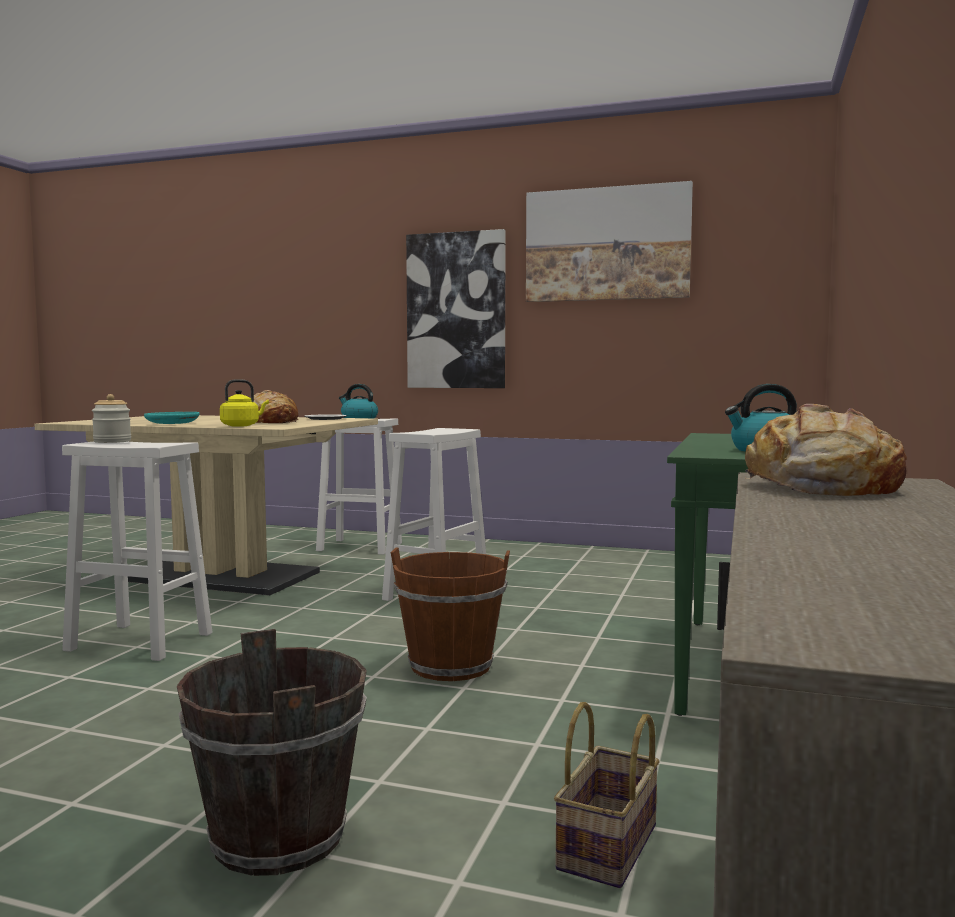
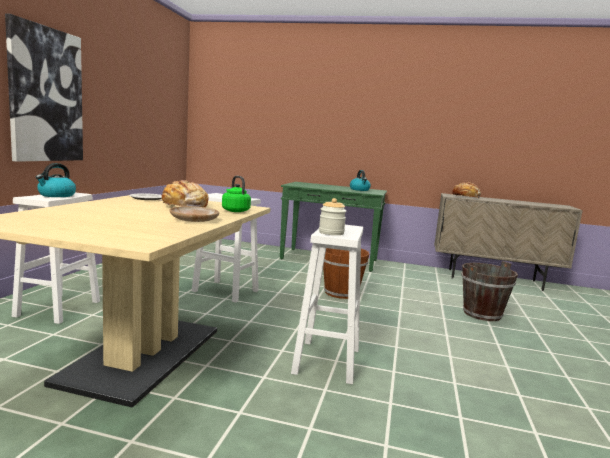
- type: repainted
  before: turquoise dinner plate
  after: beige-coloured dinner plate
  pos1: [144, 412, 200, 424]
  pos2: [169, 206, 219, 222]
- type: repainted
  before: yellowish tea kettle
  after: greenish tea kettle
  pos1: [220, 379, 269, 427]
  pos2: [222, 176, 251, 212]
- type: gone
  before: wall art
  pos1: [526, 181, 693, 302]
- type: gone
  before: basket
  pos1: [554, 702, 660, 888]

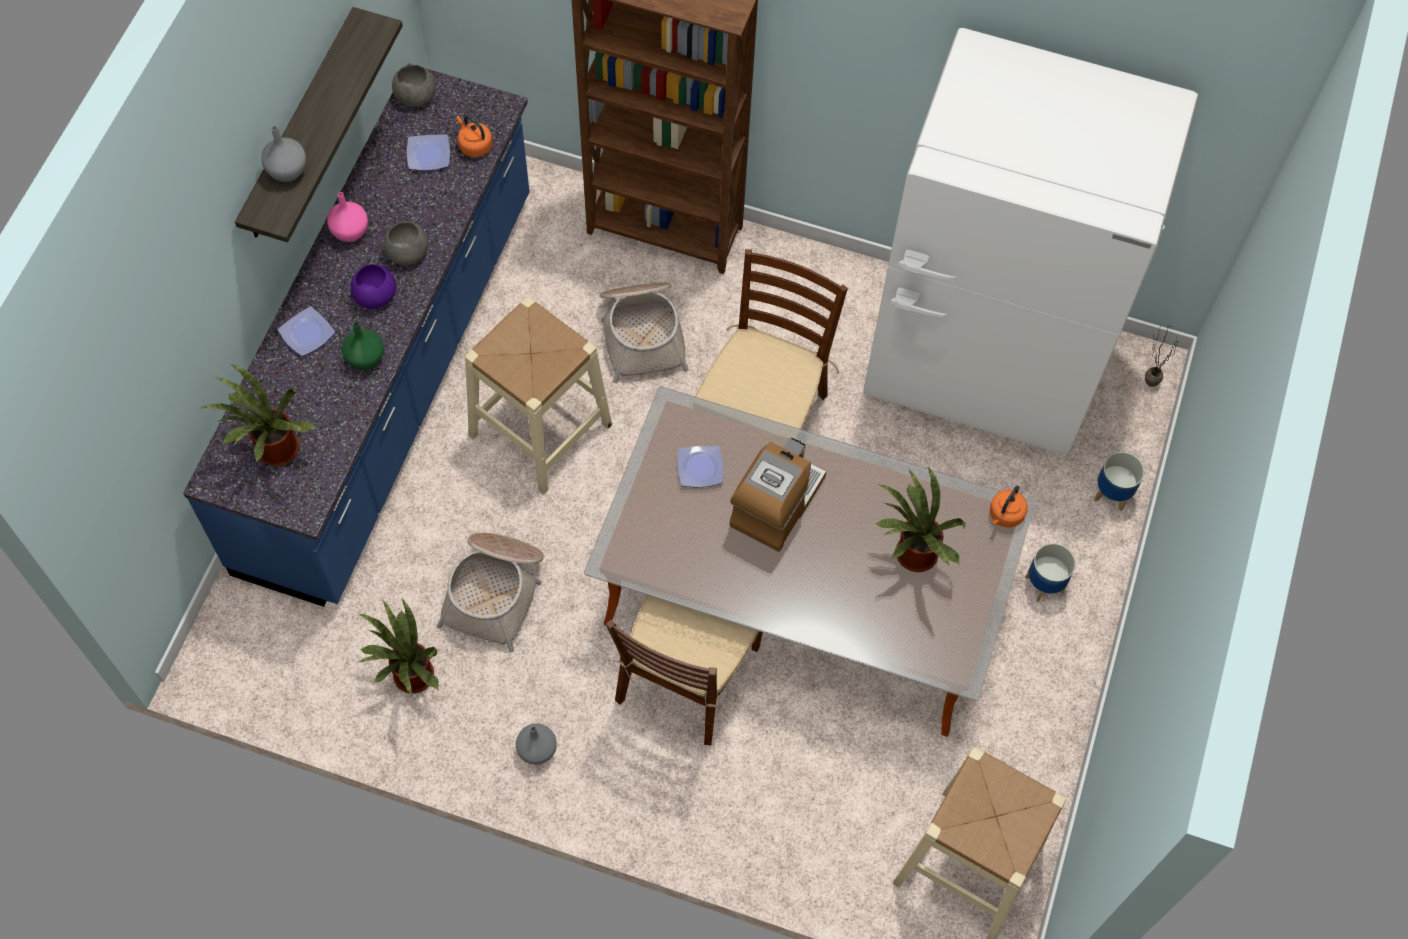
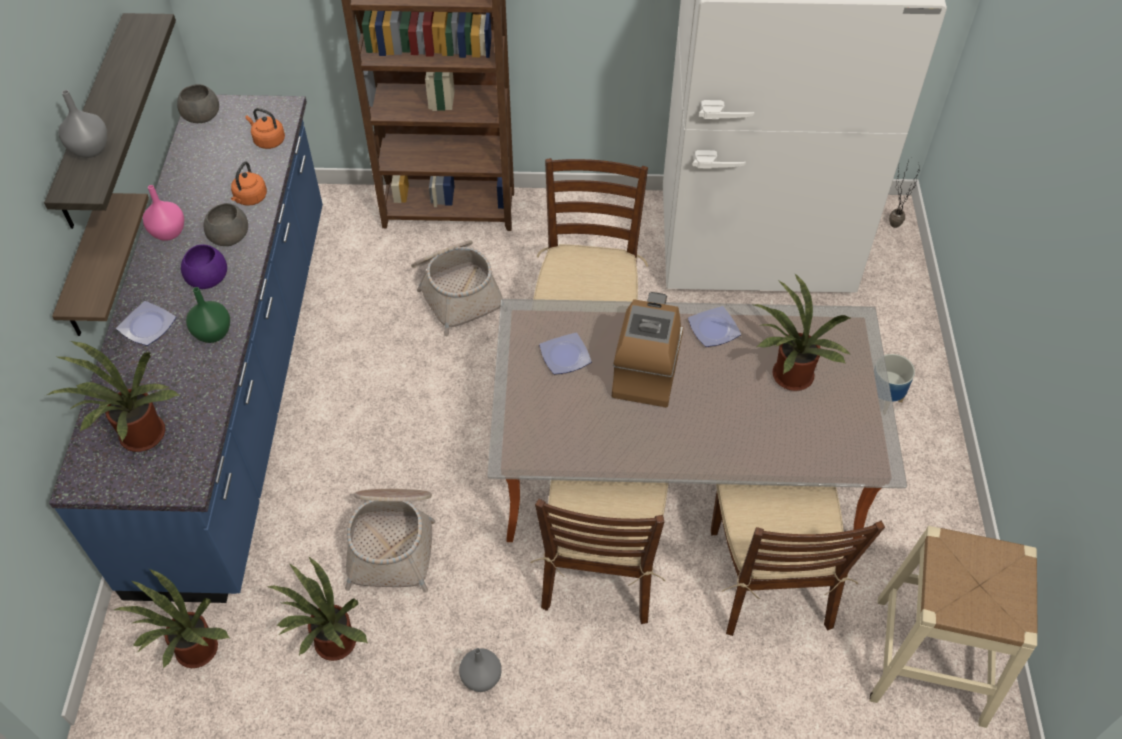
- type: new
  after: bracket shelf
  pos2: [52, 193, 149, 336]
- type: new
  after: potted plant
  pos2: [114, 569, 230, 669]
- type: shifted
  before: orangey tea kettle
  pos1: [990, 486, 1028, 528]
  pos2: [231, 161, 267, 206]
- type: shifted
  before: dinner plate
  pos1: [407, 134, 450, 171]
  pos2: [688, 306, 741, 347]
- type: new
  after: brown-coloured plain chair
  pos2: [711, 484, 885, 636]
- type: gone
  before: beige-coloured stool
  pos1: [465, 296, 612, 495]
- type: gone
  before: plant pot
  pos1: [1094, 452, 1144, 511]

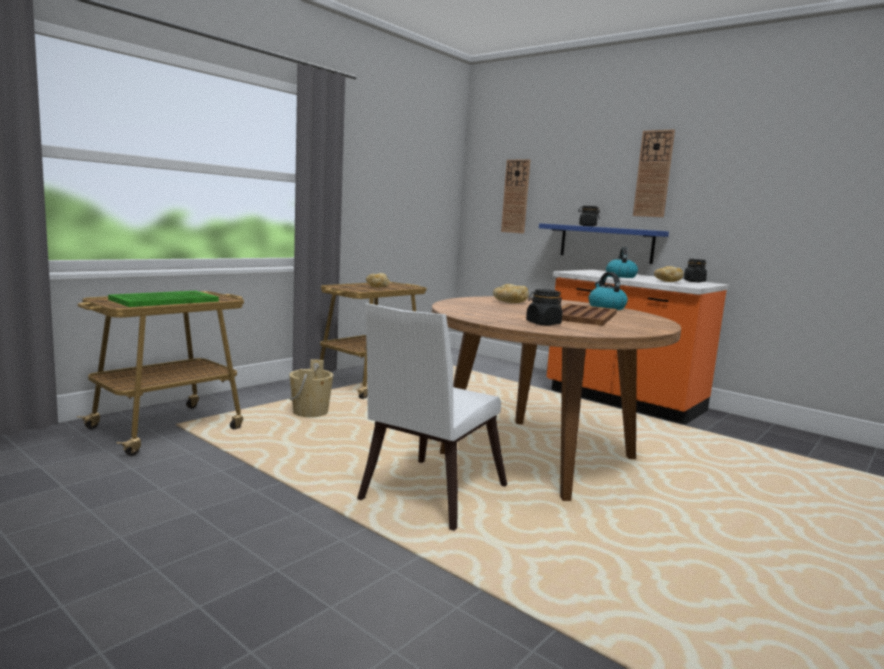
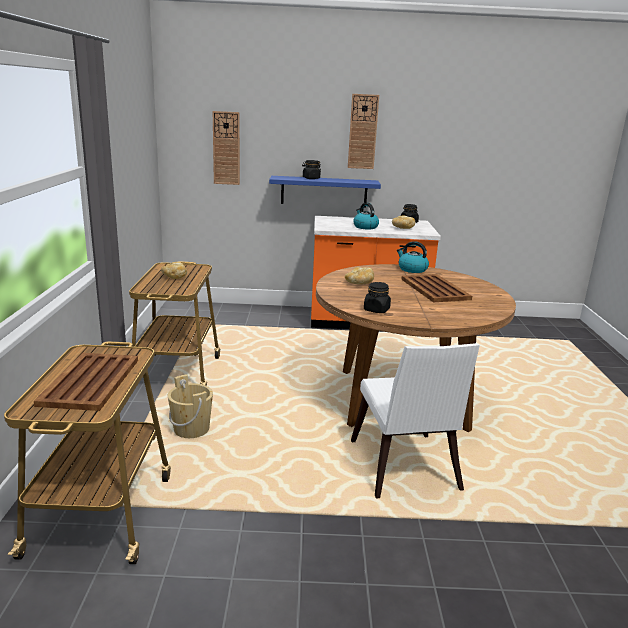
- type: repainted
  before: greenish carrying tray
  after: brown-coloured carrying tray
  pos1: [108, 291, 219, 307]
  pos2: [34, 353, 138, 411]
- type: shifted
  before: black-coloured storage jar
  pos1: [526, 289, 563, 325]
  pos2: [364, 282, 391, 313]

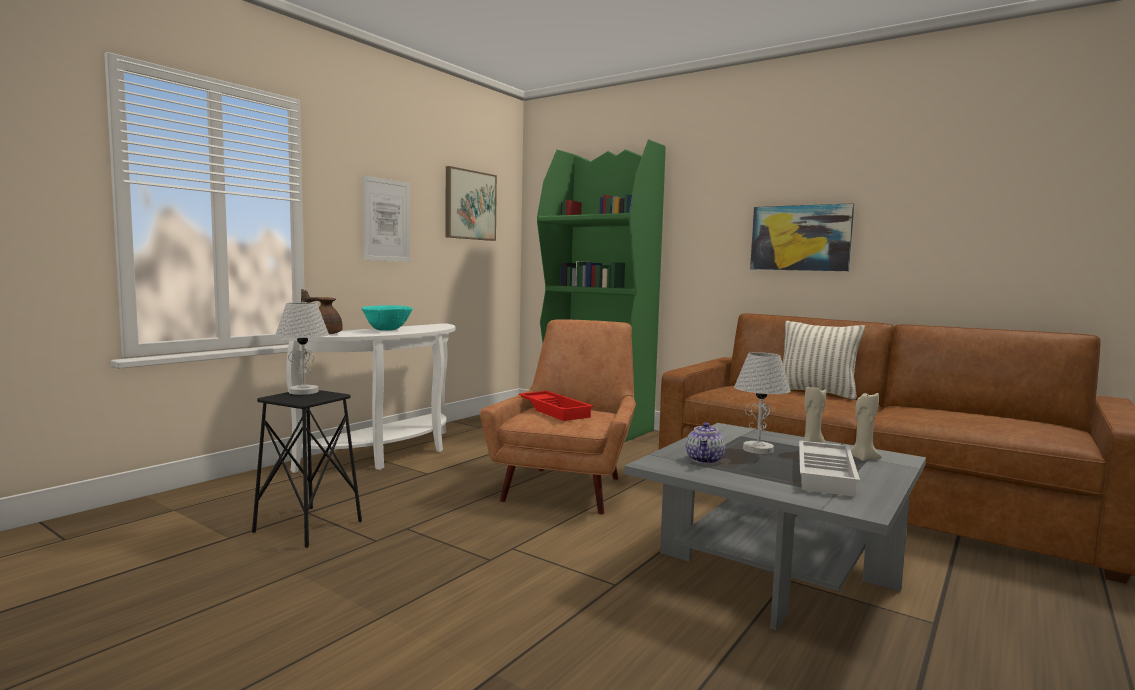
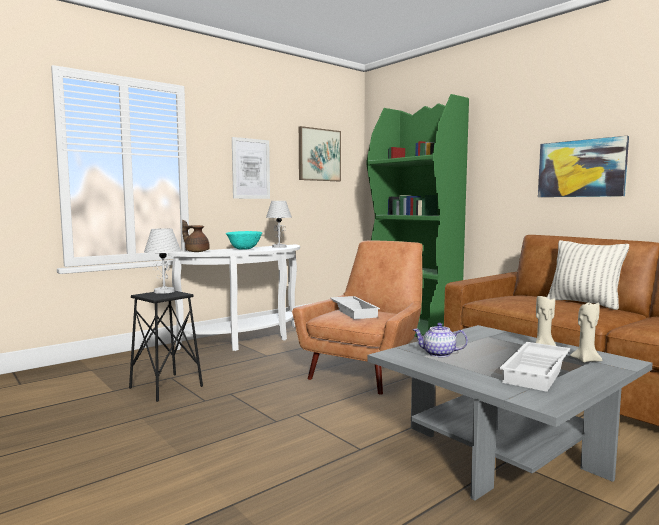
- type: shifted
  before: white-coloured tabletop lamp
  pos1: [734, 352, 790, 454]
  pos2: [266, 201, 292, 248]
- type: repainted
  before: red carrying tray
  after: white-coloured carrying tray
  pos1: [519, 391, 594, 421]
  pos2: [330, 296, 380, 319]
- type: rotated
  before: pot for tea
  pos1: [686, 422, 726, 464]
  pos2: [413, 323, 468, 357]
  turn: 75

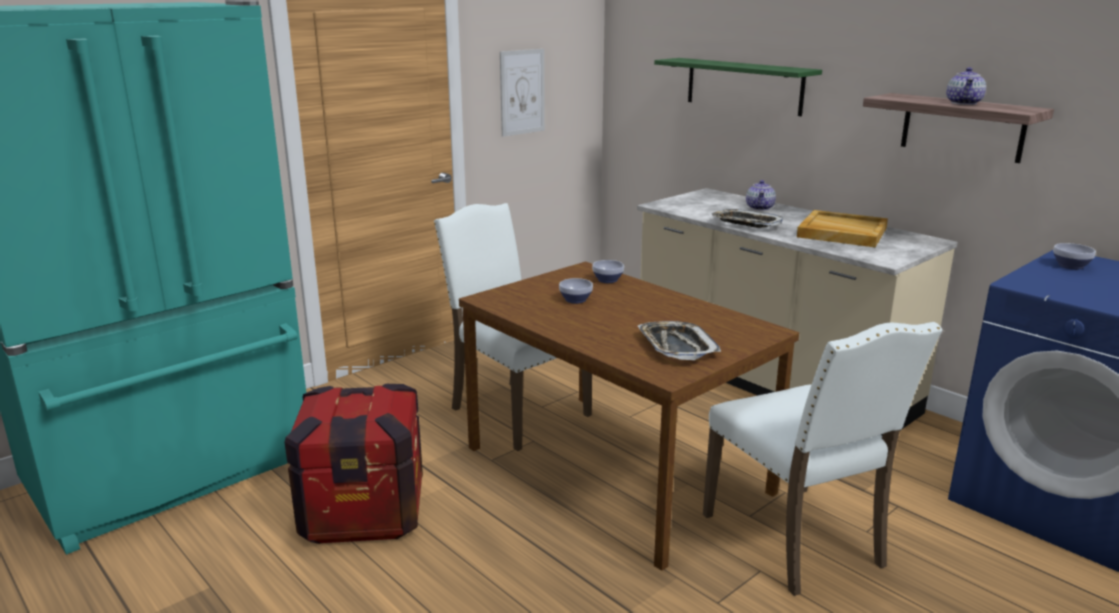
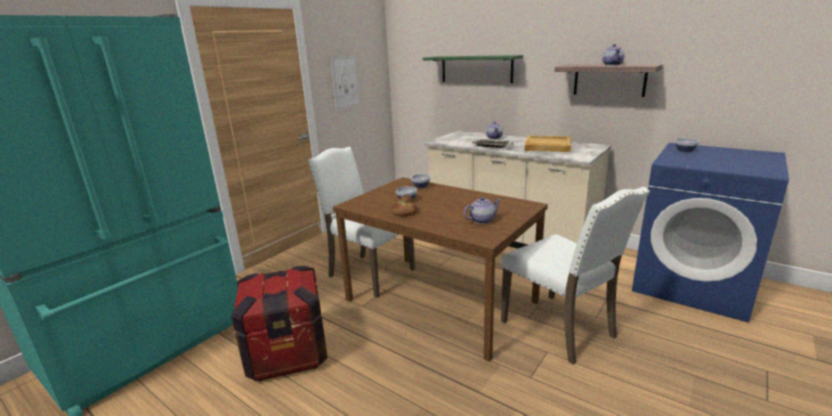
- type: new
  after: bread
  pos2: [392, 194, 418, 216]
- type: swapped
  before: carrying tray
  after: pot for tea
  pos1: [638, 321, 721, 360]
  pos2: [464, 197, 501, 224]

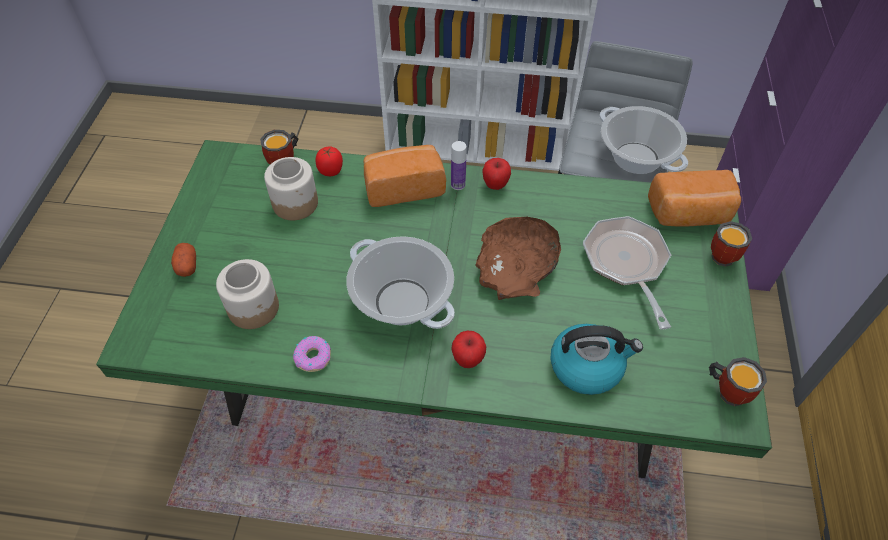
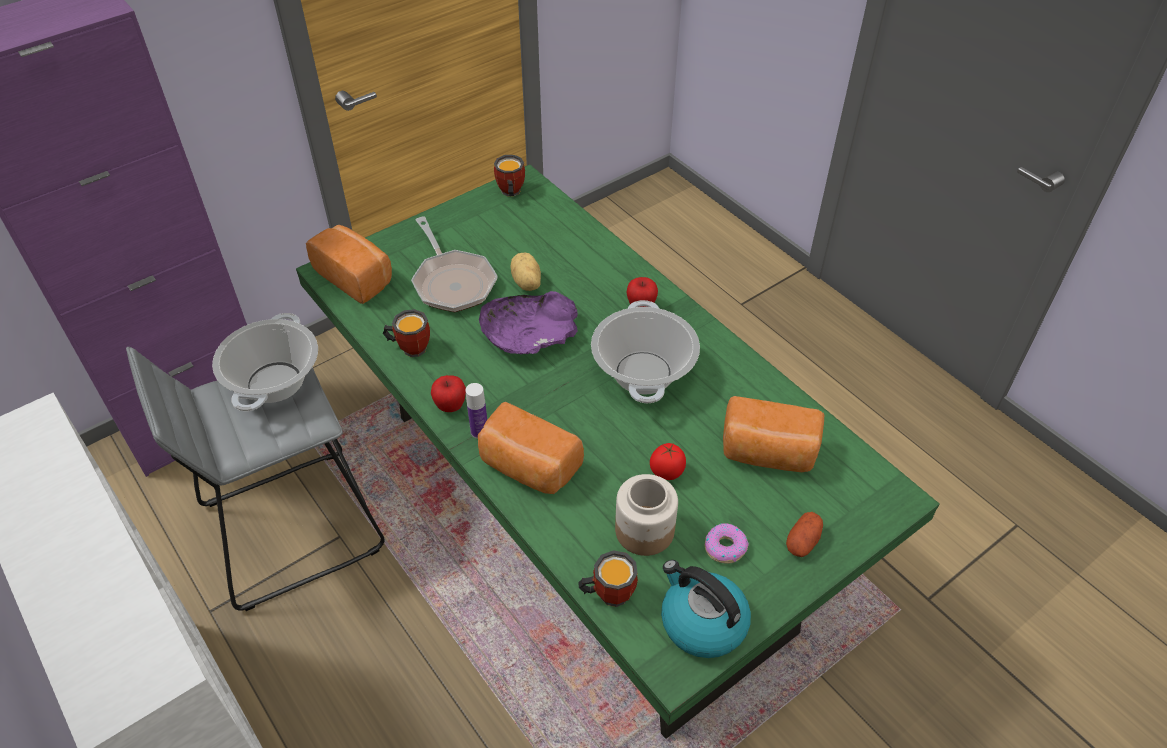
- type: shifted
  before: tea mug
  pos1: [711, 221, 752, 267]
  pos2: [383, 309, 430, 357]
- type: rotated
  before: frying pan
  pos1: [583, 216, 671, 330]
  pos2: [411, 216, 498, 312]
  turn: -60
- type: repainted
  before: brown-coloured serving bowl
  after: purplish serving bowl
  pos1: [475, 217, 561, 300]
  pos2: [479, 291, 578, 355]
- type: new
  after: spud
  pos2: [510, 252, 541, 291]
- type: shifted
  before: whole tomato
  pos1: [316, 146, 343, 176]
  pos2: [650, 443, 686, 480]
- type: shifted
  before: tea kettle
  pos1: [550, 324, 643, 395]
  pos2: [661, 560, 751, 658]
- type: shifted
  before: donut
  pos1: [293, 336, 331, 372]
  pos2: [704, 523, 749, 564]
- type: swapped
  before: storage jar
  after: bread
  pos1: [216, 259, 279, 329]
  pos2: [723, 396, 824, 472]

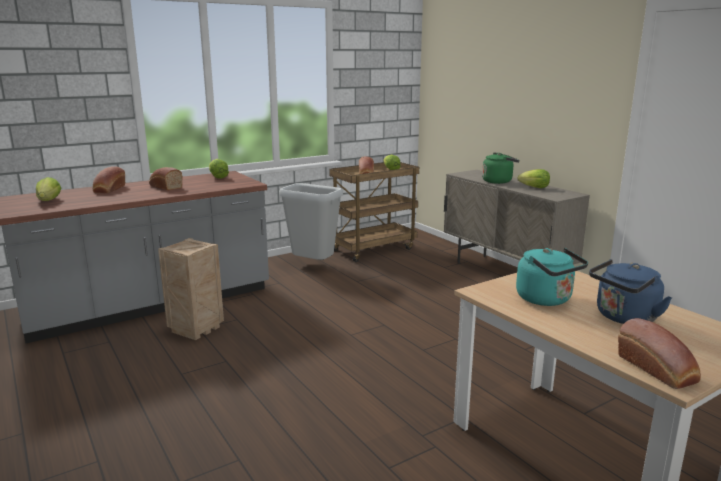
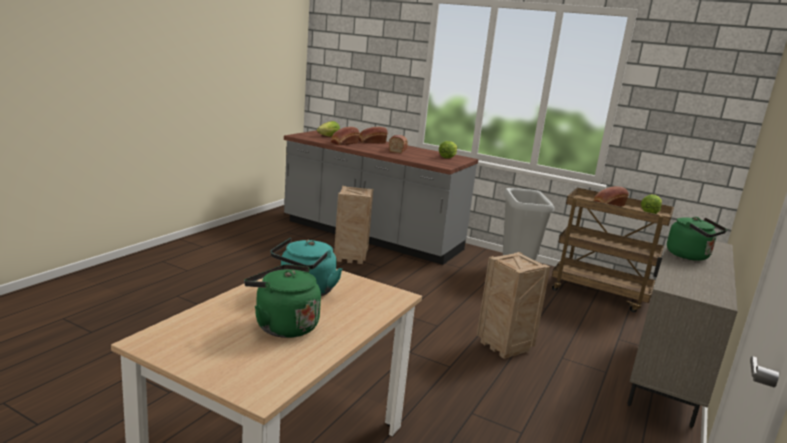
- type: repainted
  before: blue-coloured tea kettle
  after: greenish tea kettle
  pos1: [589, 259, 672, 324]
  pos2: [244, 264, 321, 338]
- type: shifted
  before: bread
  pos1: [618, 318, 701, 389]
  pos2: [331, 127, 360, 145]
- type: new
  after: packing crate
  pos2: [477, 252, 550, 359]
- type: gone
  before: lettuce head
  pos1: [518, 169, 550, 188]

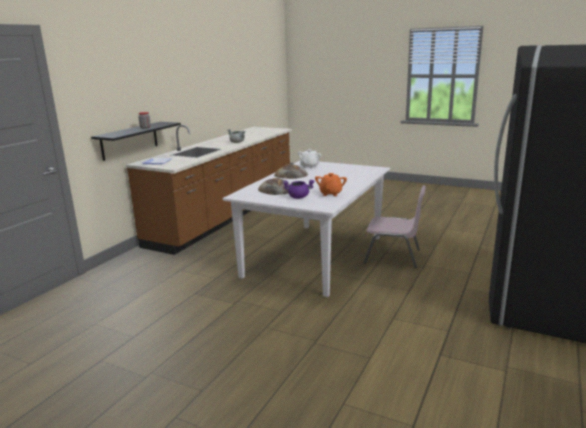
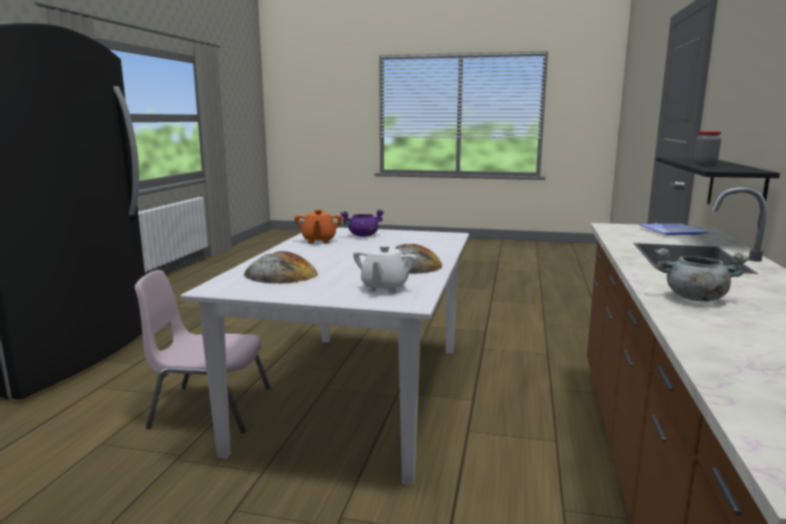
- type: shifted
  before: bread
  pos1: [258, 178, 290, 195]
  pos2: [243, 251, 318, 284]

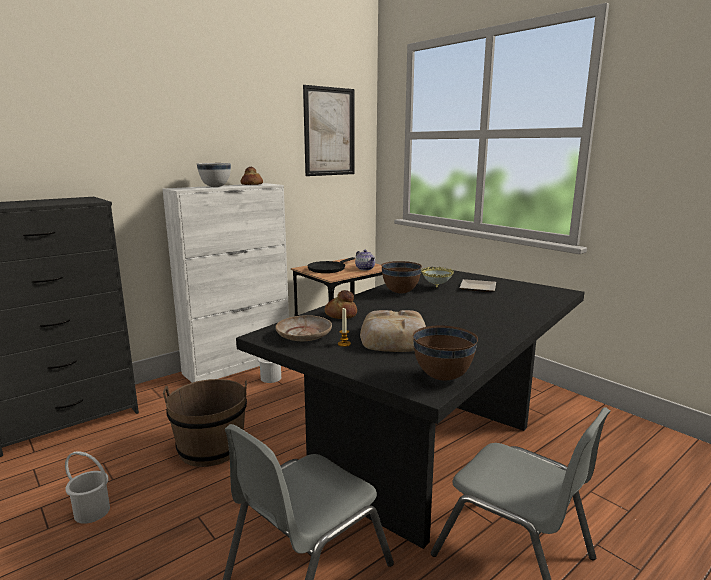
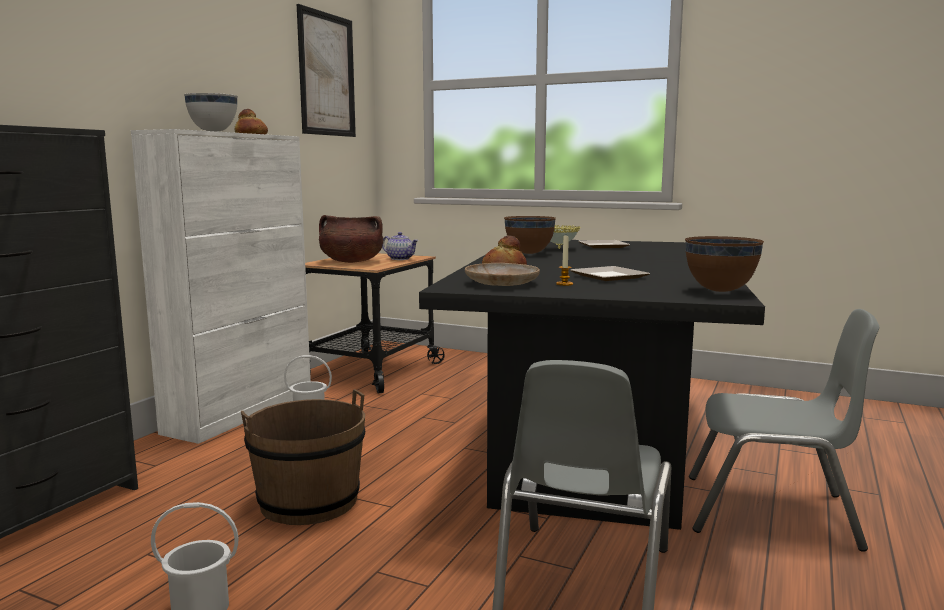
- type: swapped
  before: black-coloured frying pan
  after: brown-coloured stockpot
  pos1: [307, 257, 355, 273]
  pos2: [319, 215, 383, 263]
- type: swapped
  before: bread
  after: dinner plate
  pos1: [360, 310, 426, 352]
  pos2: [570, 266, 650, 281]

